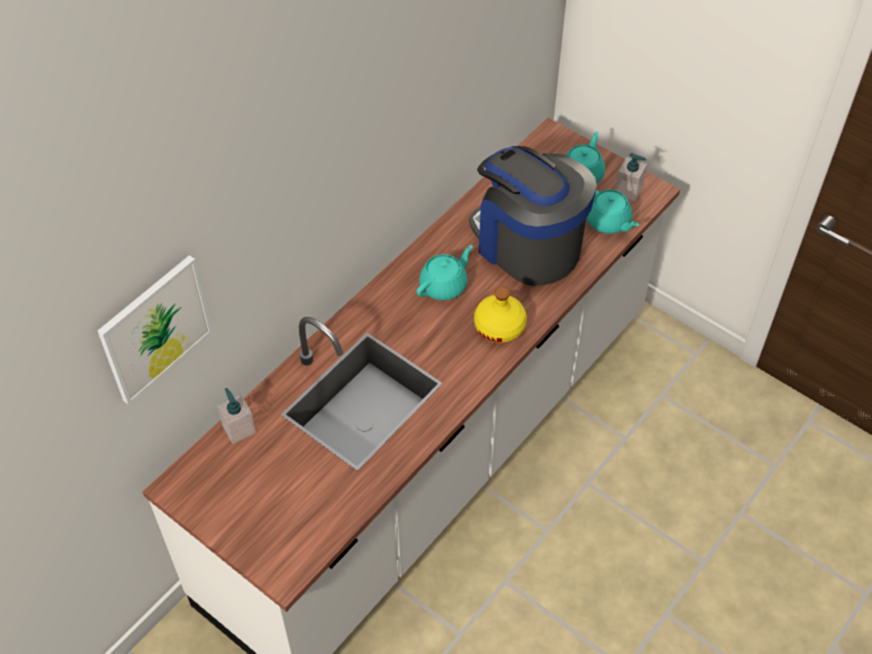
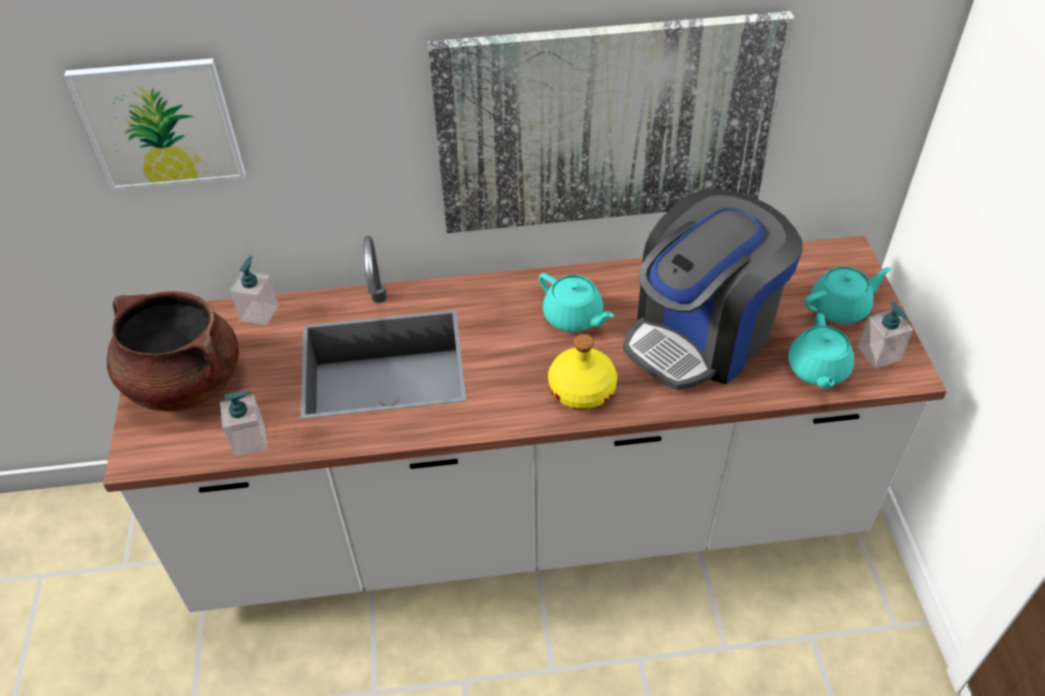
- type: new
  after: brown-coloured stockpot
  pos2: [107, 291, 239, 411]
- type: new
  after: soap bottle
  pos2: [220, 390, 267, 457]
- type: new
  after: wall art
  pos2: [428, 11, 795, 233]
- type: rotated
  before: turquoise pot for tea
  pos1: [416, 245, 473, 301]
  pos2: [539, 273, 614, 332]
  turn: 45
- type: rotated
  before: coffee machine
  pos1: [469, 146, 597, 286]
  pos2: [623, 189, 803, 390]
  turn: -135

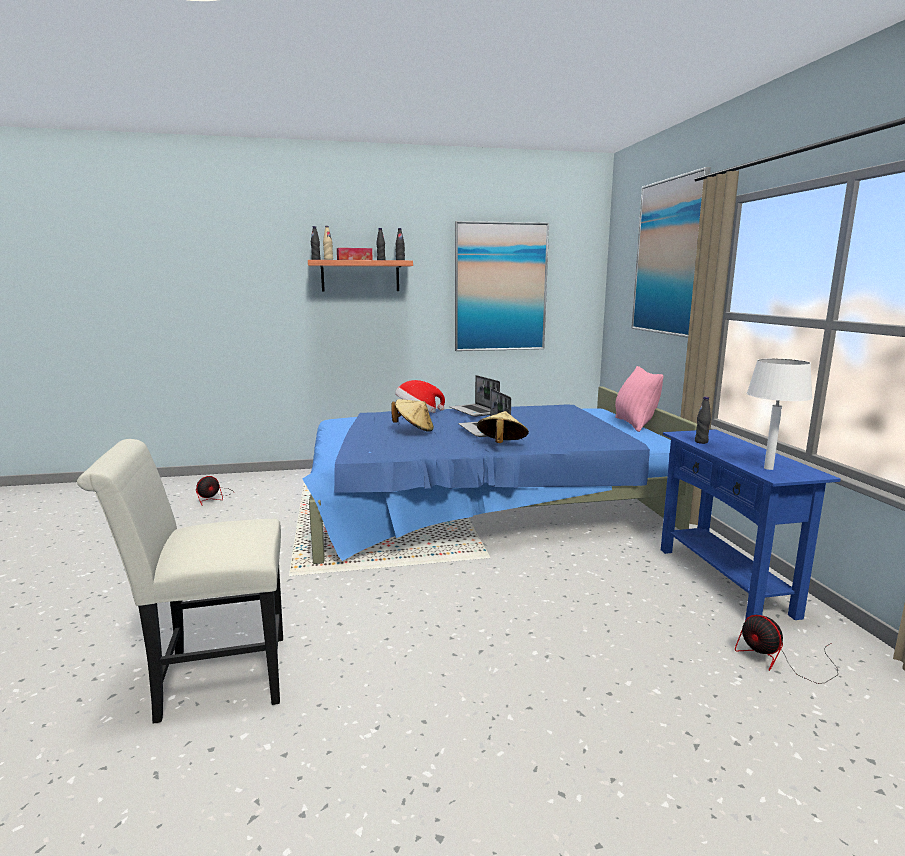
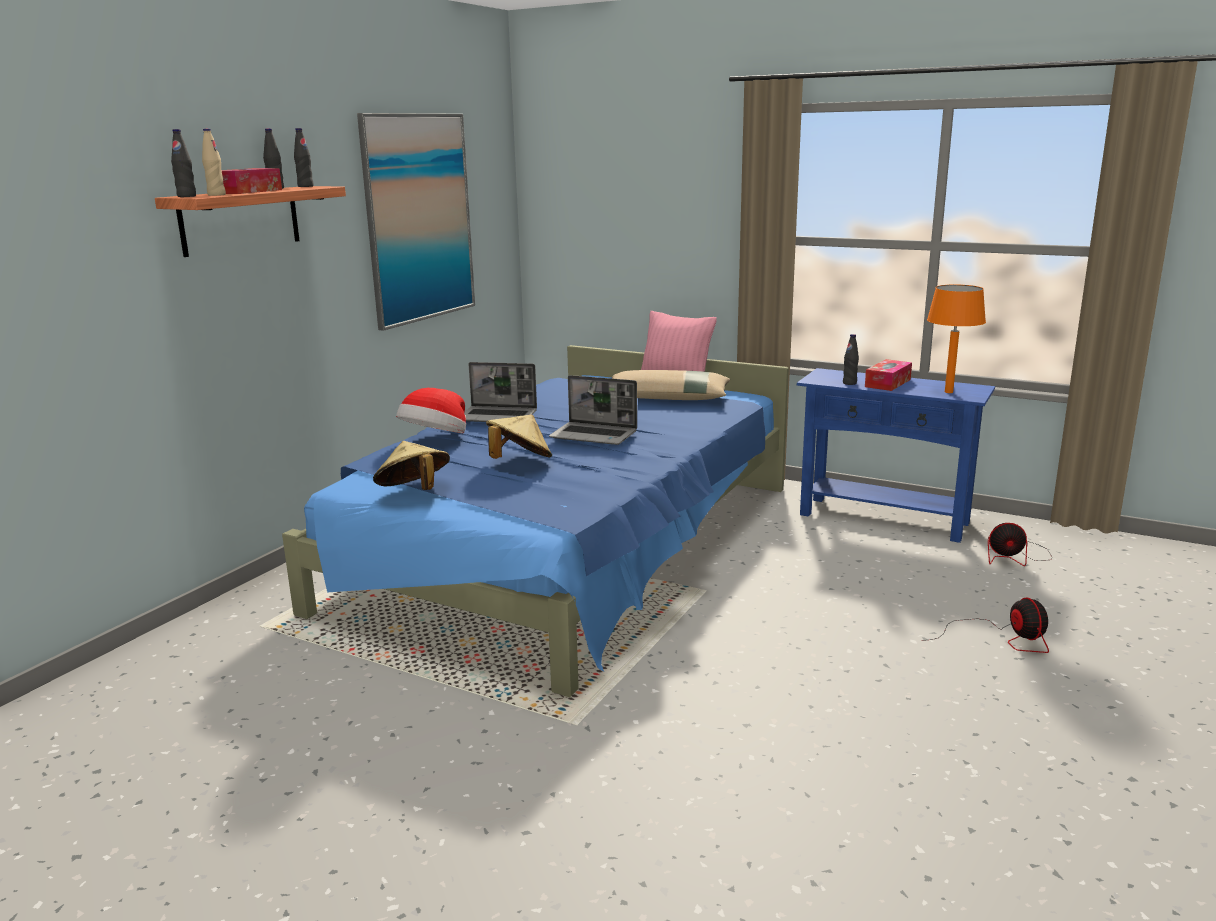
- type: shifted
  before: beige-coloured clothing hat
  pos1: [477, 411, 529, 443]
  pos2: [373, 441, 450, 490]
- type: new
  after: beige-coloured pillow
  pos2: [612, 370, 730, 400]
- type: new
  after: box of tissues
  pos2: [865, 359, 912, 391]
- type: shifted
  before: cooling fan
  pos1: [196, 476, 230, 505]
  pos2: [922, 597, 1049, 653]
- type: repainted
  before: white-coloured tabletop lamp
  after: orangey tabletop lamp
  pos1: [747, 358, 813, 470]
  pos2: [927, 285, 986, 393]
- type: gone
  before: white-coloured plain chair
  pos1: [77, 439, 283, 723]
- type: gone
  before: wall art
  pos1: [631, 167, 711, 338]

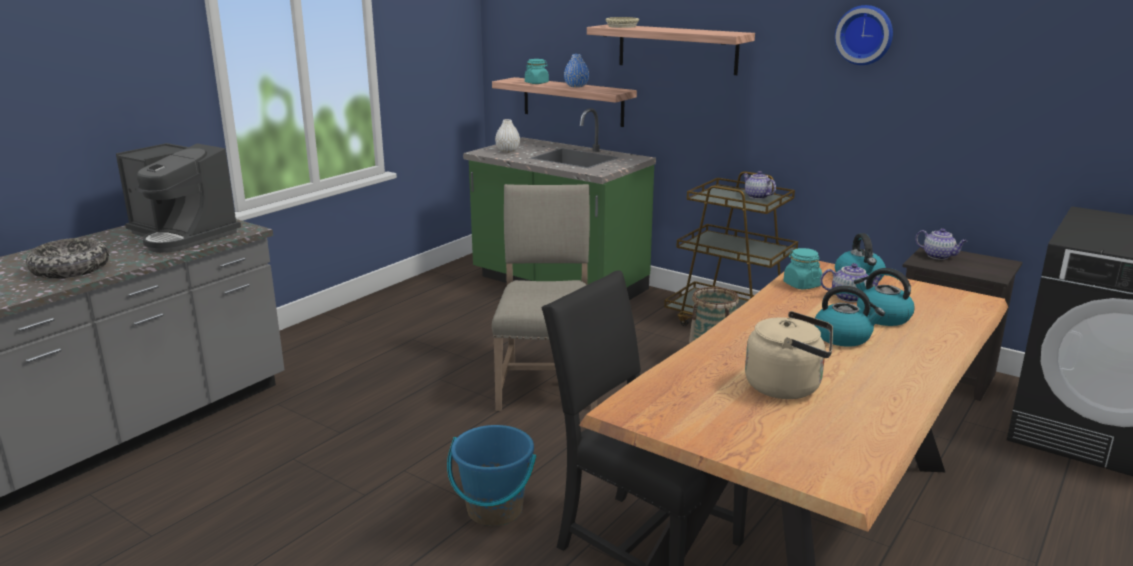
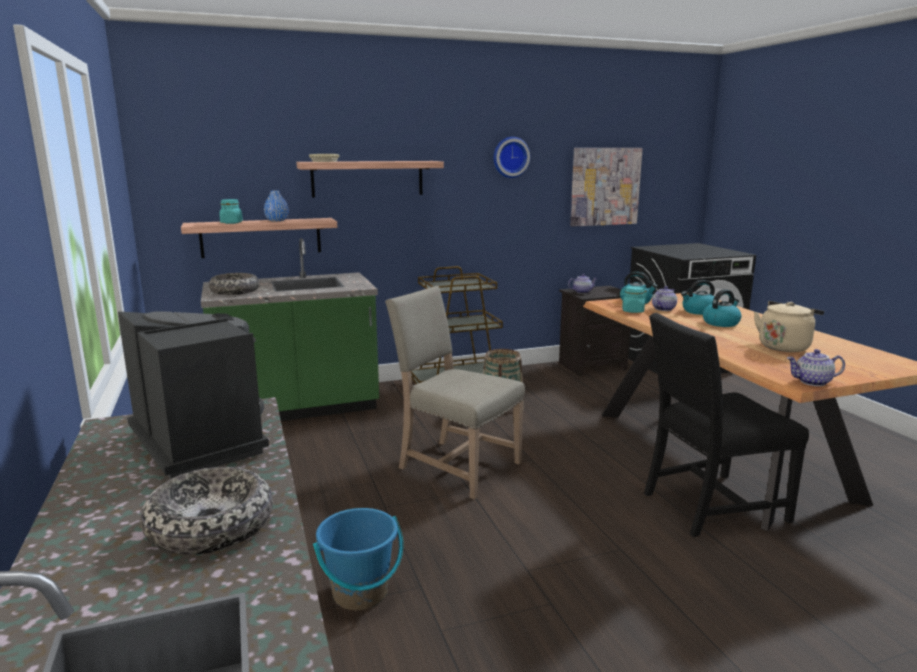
- type: rotated
  before: coffee machine
  pos1: [116, 143, 241, 253]
  pos2: [118, 311, 269, 479]
  turn: -105
- type: swapped
  before: white-coloured vase
  after: serving bowl
  pos1: [495, 119, 520, 152]
  pos2: [209, 273, 259, 295]
- type: shifted
  before: blue-coloured water bucket
  pos1: [447, 425, 536, 526]
  pos2: [313, 508, 403, 610]
- type: new
  after: wall art
  pos2: [570, 148, 643, 227]
- type: shifted
  before: pot for tea
  pos1: [743, 171, 776, 199]
  pos2: [787, 349, 845, 386]

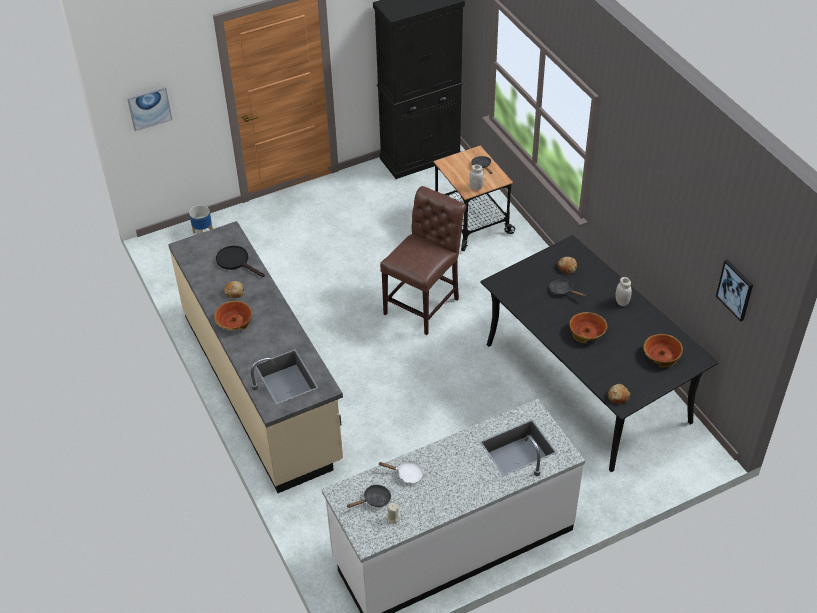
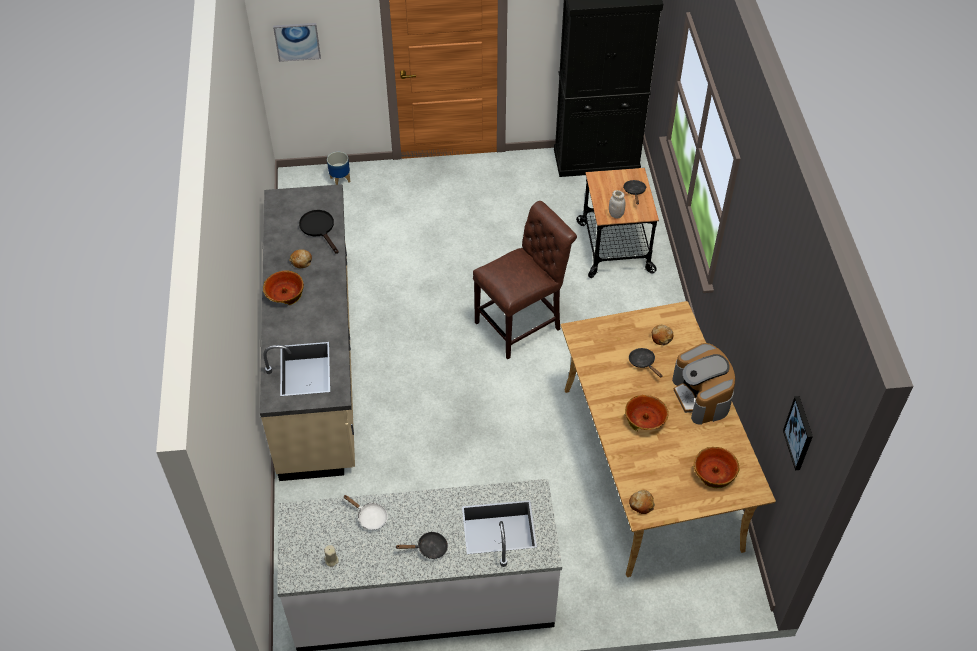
- type: shifted
  before: black-coloured frying pan
  pos1: [347, 485, 391, 508]
  pos2: [395, 531, 448, 559]
- type: repainted
  before: black-coloured kitchen table
  after: beige-coloured kitchen table
  pos1: [481, 235, 718, 472]
  pos2: [561, 301, 776, 577]
- type: swapped
  before: white-coloured storage jar
  after: coffee machine
  pos1: [615, 277, 632, 306]
  pos2: [672, 343, 735, 425]

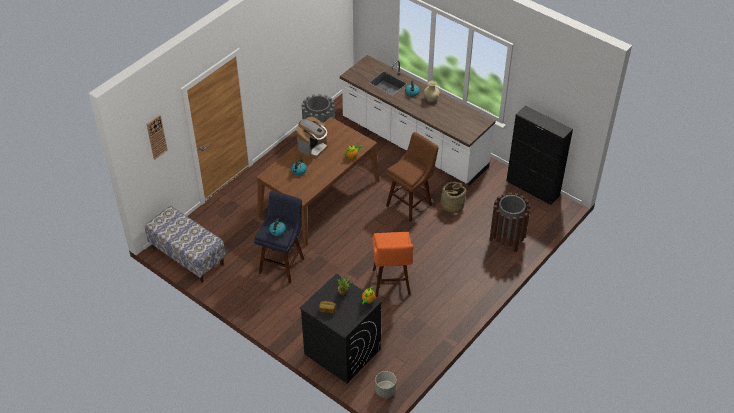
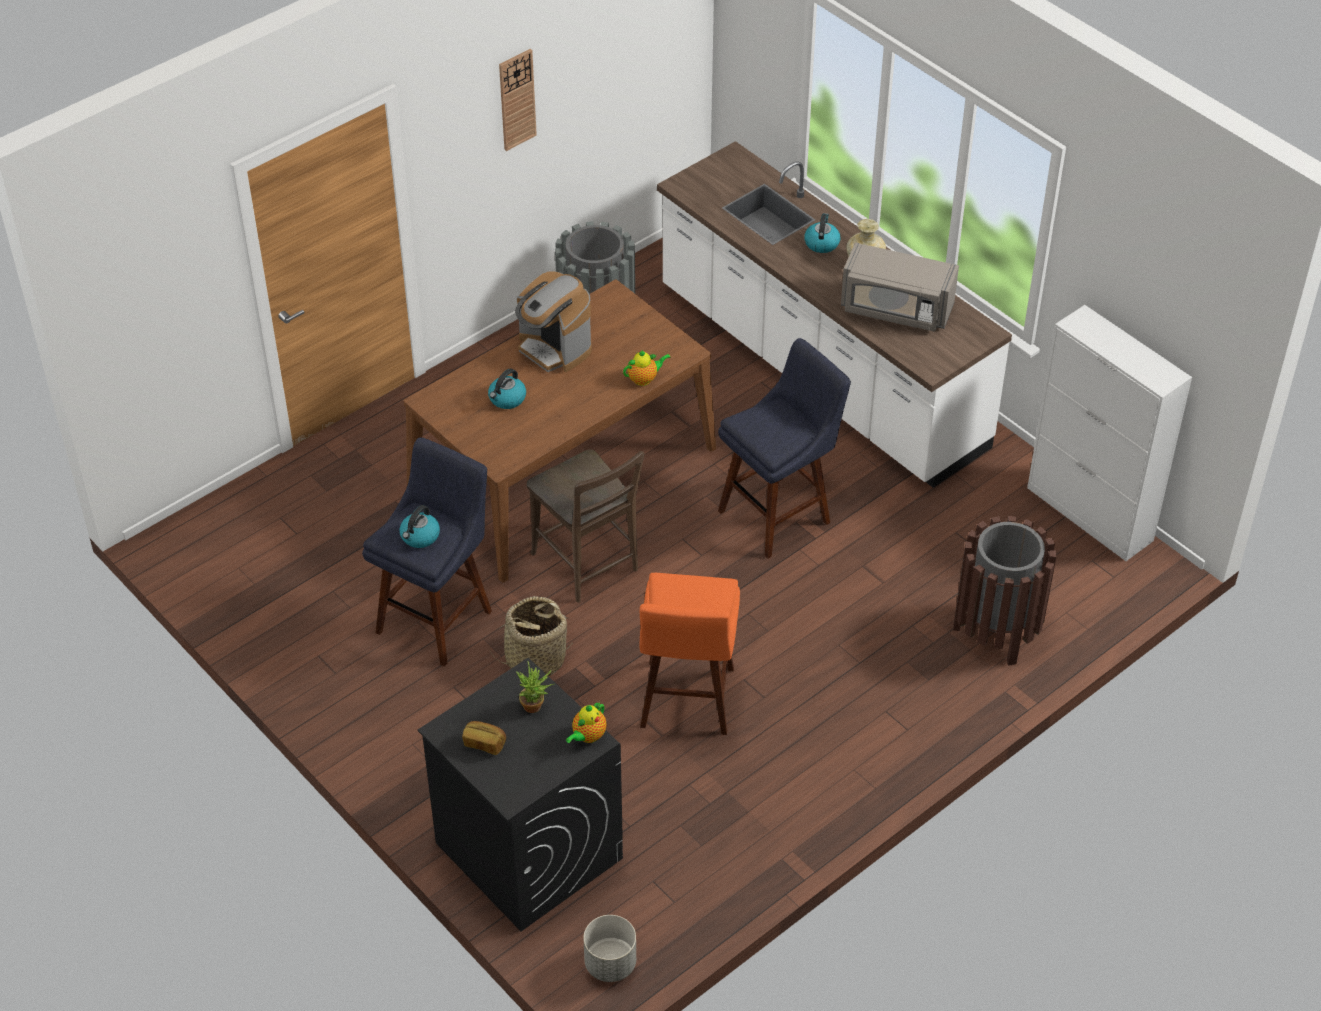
- type: shifted
  before: basket
  pos1: [438, 182, 466, 214]
  pos2: [489, 596, 574, 676]
- type: shifted
  before: hanging clock
  pos1: [147, 115, 167, 160]
  pos2: [499, 49, 537, 151]
- type: rotated
  before: coffee machine
  pos1: [296, 117, 328, 159]
  pos2: [515, 271, 592, 372]
  turn: 90
- type: new
  after: brown-coloured plain chair
  pos2: [526, 449, 644, 602]
- type: repainted
  before: brown-coloured stool
  after: blue-coloured stool
  pos1: [386, 132, 439, 223]
  pos2: [718, 338, 851, 559]
- type: new
  after: grey microwave
  pos2: [841, 242, 959, 331]
- type: repainted
  before: black-coloured cupboard
  after: white-coloured cupboard
  pos1: [506, 105, 573, 205]
  pos2: [1027, 305, 1192, 561]
- type: gone
  before: long seat
  pos1: [145, 206, 226, 283]

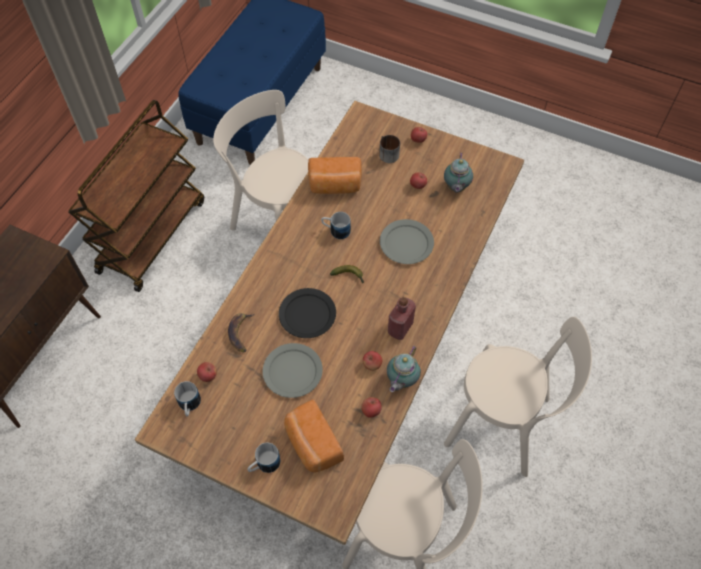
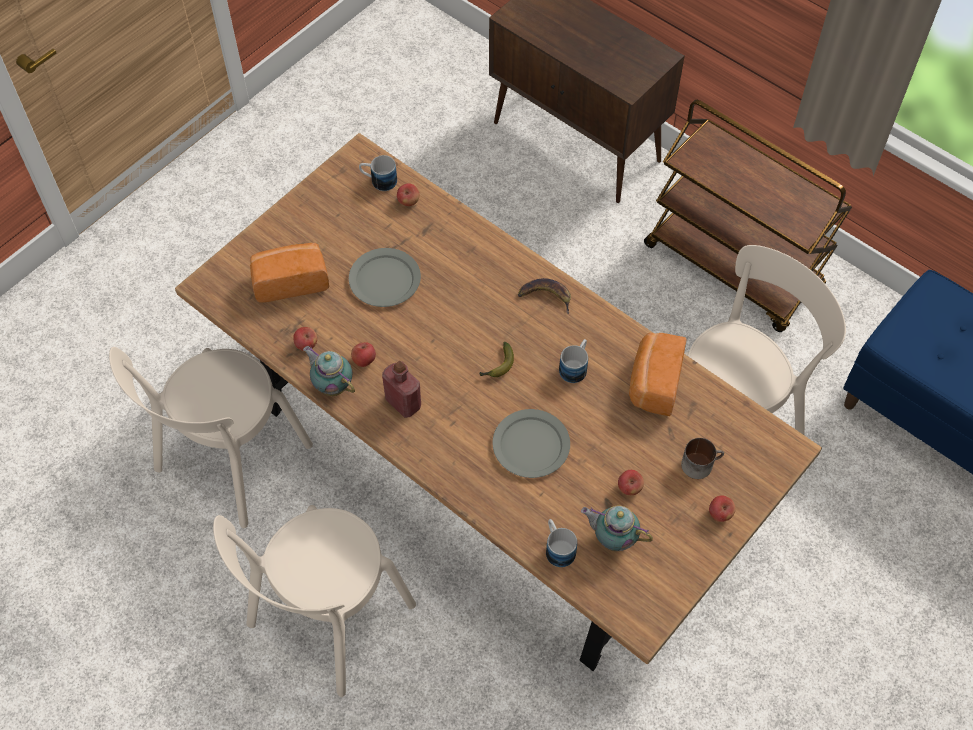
- type: shifted
  before: whole banana
  pos1: [228, 313, 254, 352]
  pos2: [518, 278, 571, 314]
- type: shifted
  before: tea mug
  pos1: [248, 442, 280, 473]
  pos2: [546, 519, 577, 567]
- type: gone
  before: black-coloured dinner plate
  pos1: [279, 288, 336, 338]

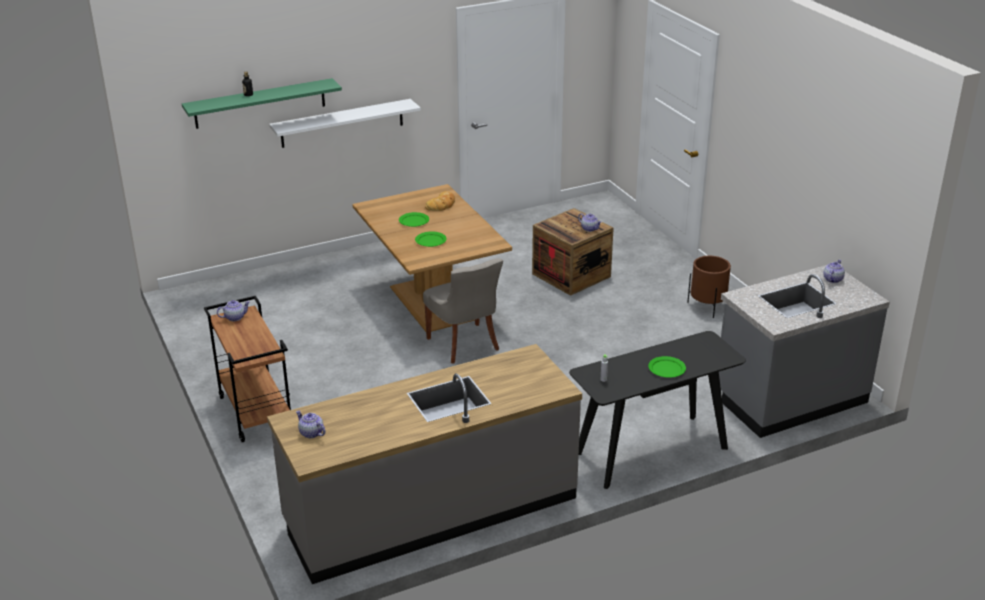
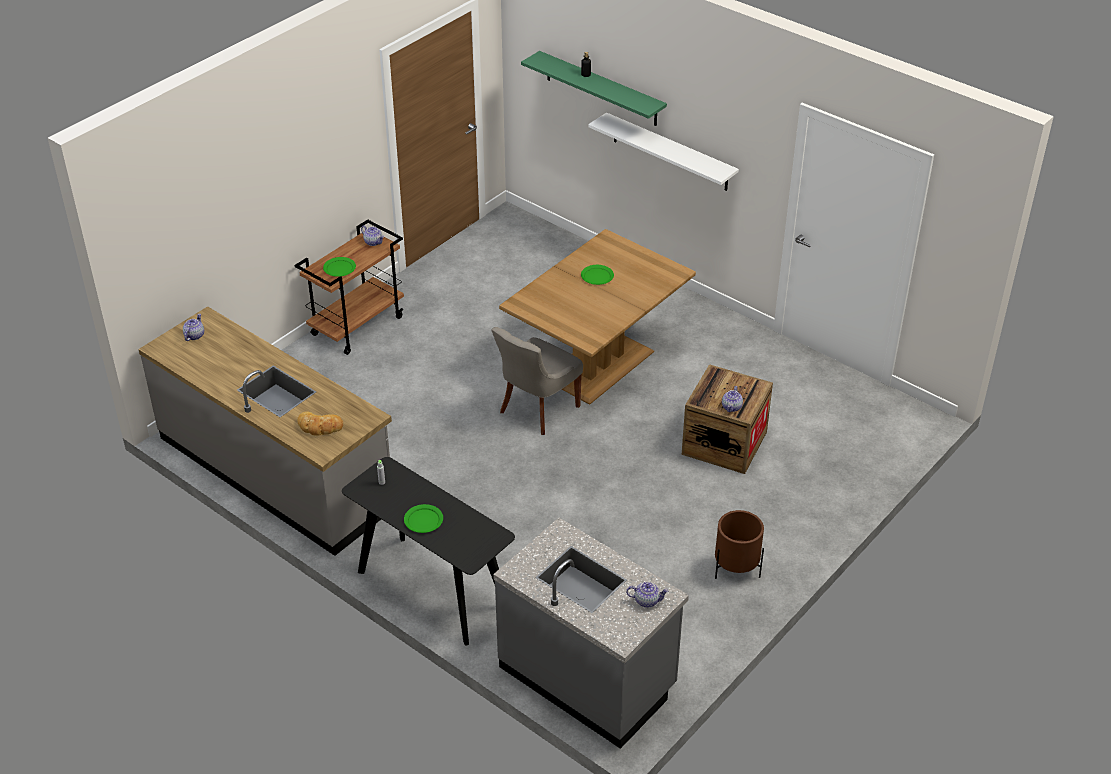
- type: shifted
  before: bread
  pos1: [425, 191, 455, 211]
  pos2: [297, 411, 343, 436]
- type: shifted
  before: greenish dinner plate
  pos1: [415, 231, 447, 247]
  pos2: [323, 257, 356, 277]

